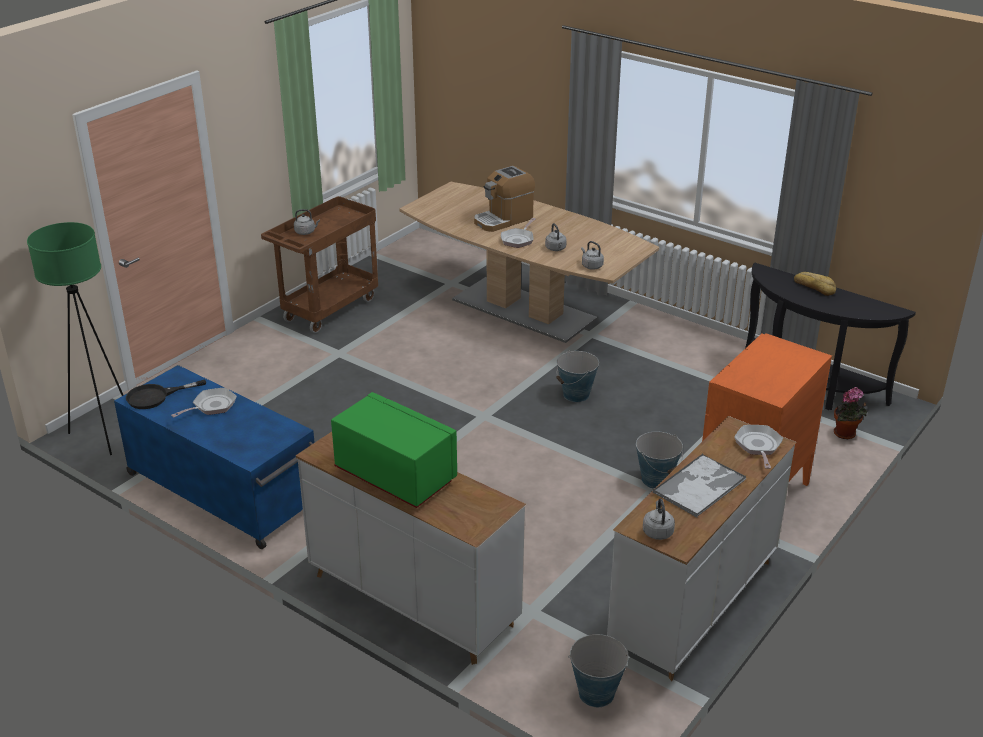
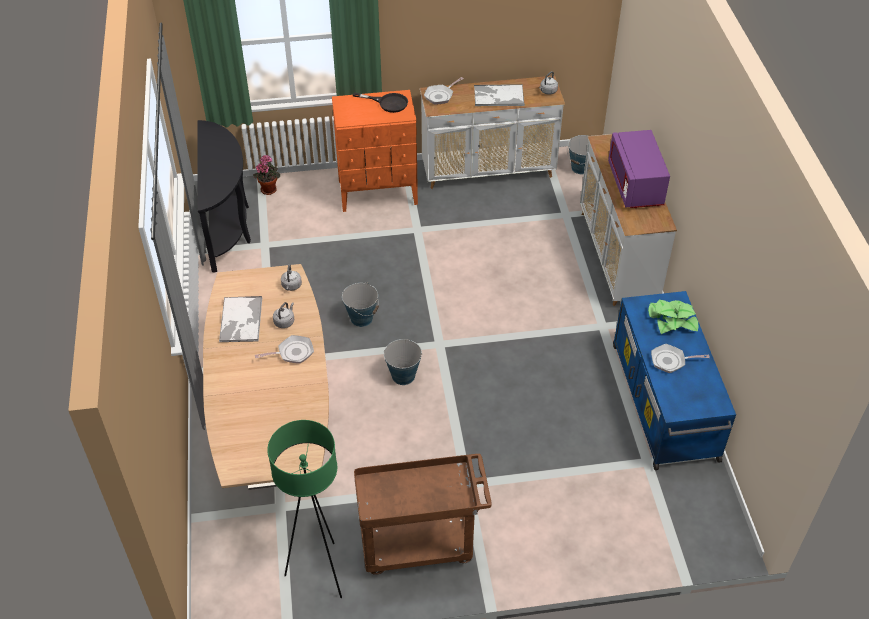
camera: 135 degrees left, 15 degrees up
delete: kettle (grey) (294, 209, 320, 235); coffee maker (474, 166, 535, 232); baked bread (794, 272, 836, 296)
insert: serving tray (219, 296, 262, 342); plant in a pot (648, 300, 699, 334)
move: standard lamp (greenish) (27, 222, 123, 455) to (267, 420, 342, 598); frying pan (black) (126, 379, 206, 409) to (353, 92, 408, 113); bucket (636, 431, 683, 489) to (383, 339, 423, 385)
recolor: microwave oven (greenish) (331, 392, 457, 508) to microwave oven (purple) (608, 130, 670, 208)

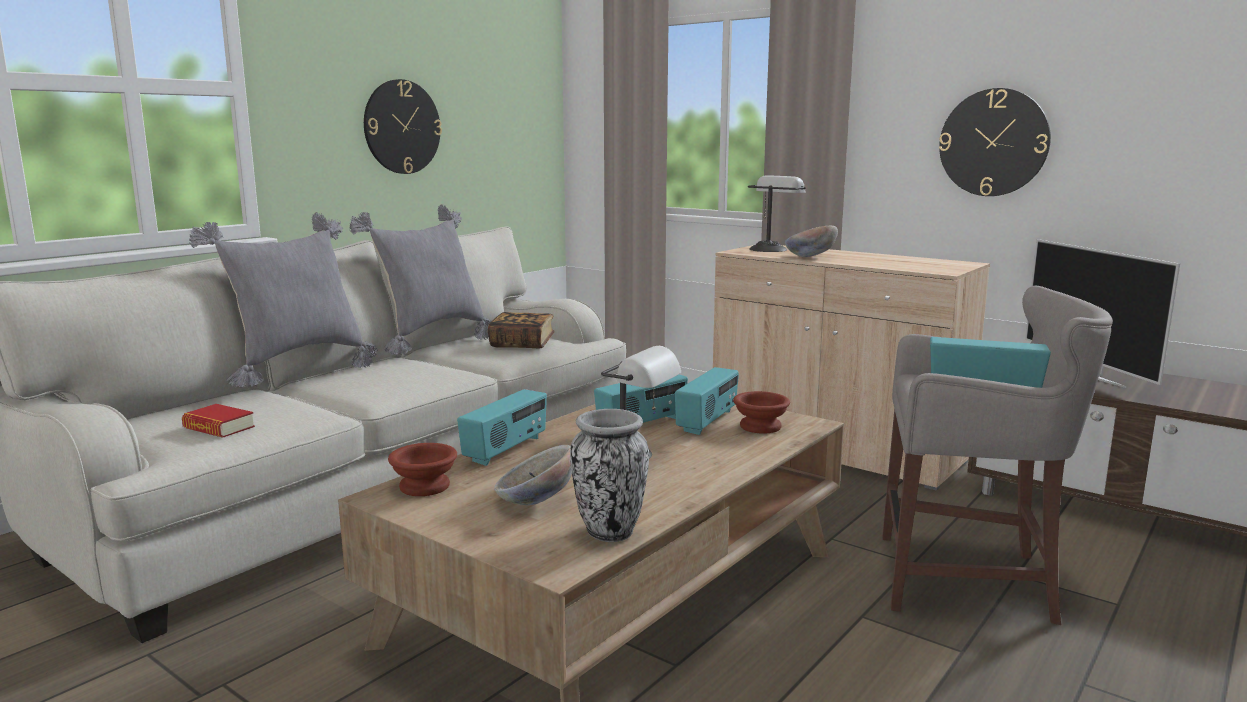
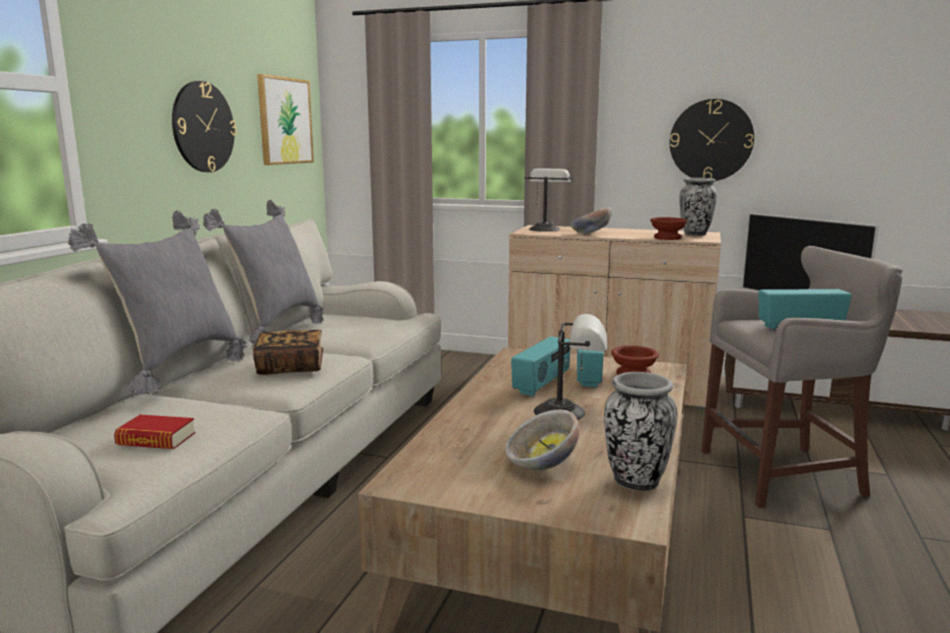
camera: 20 degrees left, 0 degrees up
delete: radio set (457, 389, 547, 466)
insert: wall picture (257, 74, 314, 165); decorative vase (679, 178, 717, 236)
move: serving bowl (brown-coloured) (388, 443, 457, 496) to (650, 217, 688, 240); book (488, 312, 555, 348) to (253, 330, 323, 375)

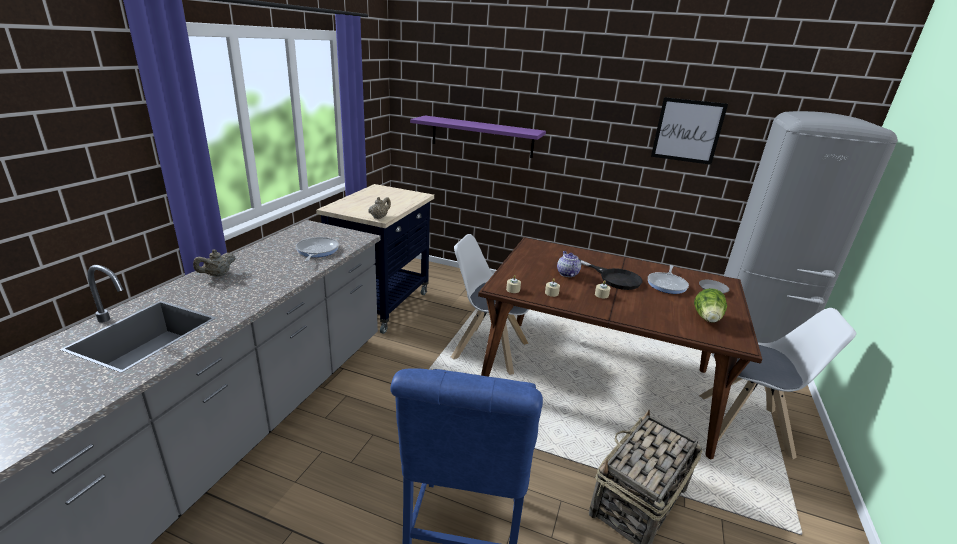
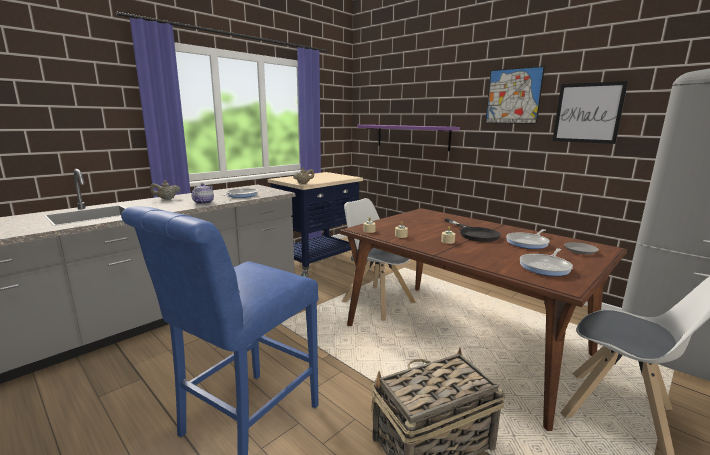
camera: 25 degrees right, 10 degrees down
insert: wall picture (485, 66, 545, 124)
move: teapot (557, 251, 581, 277) to (191, 183, 214, 204)
replace: head of lettuce (694, 288, 727, 323) to frying pan (520, 248, 573, 276)

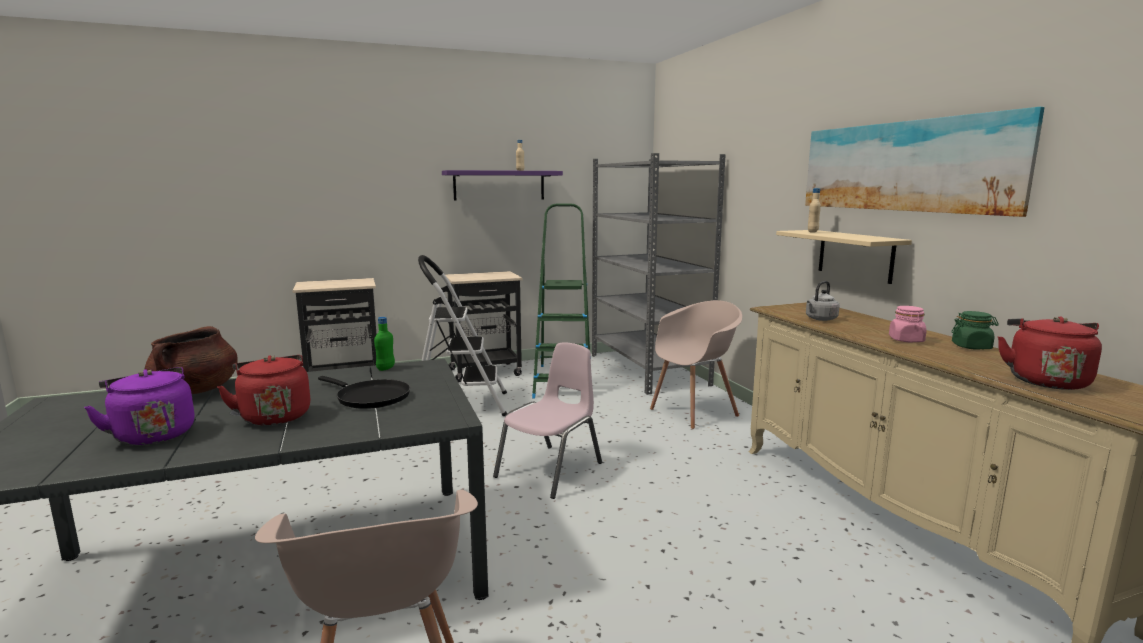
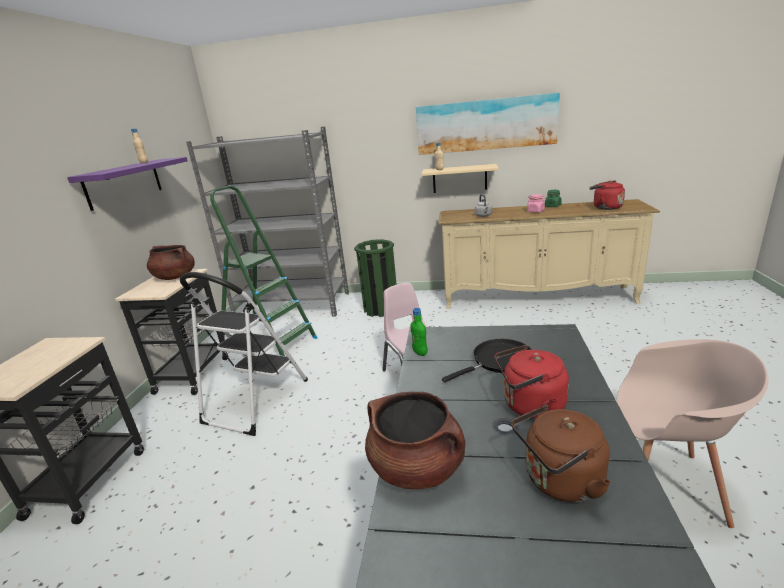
camera: 60 degrees left, 10 degrees up
insert: cooking pot (brown-coloured) (147, 245, 195, 280)
replace: upright chair (sand-coloured) (650, 300, 742, 429) to trash can (greenish) (354, 239, 397, 317)
recolor: kettle (purple) (84, 367, 195, 445) to kettle (brown-coloured) (512, 405, 611, 502)

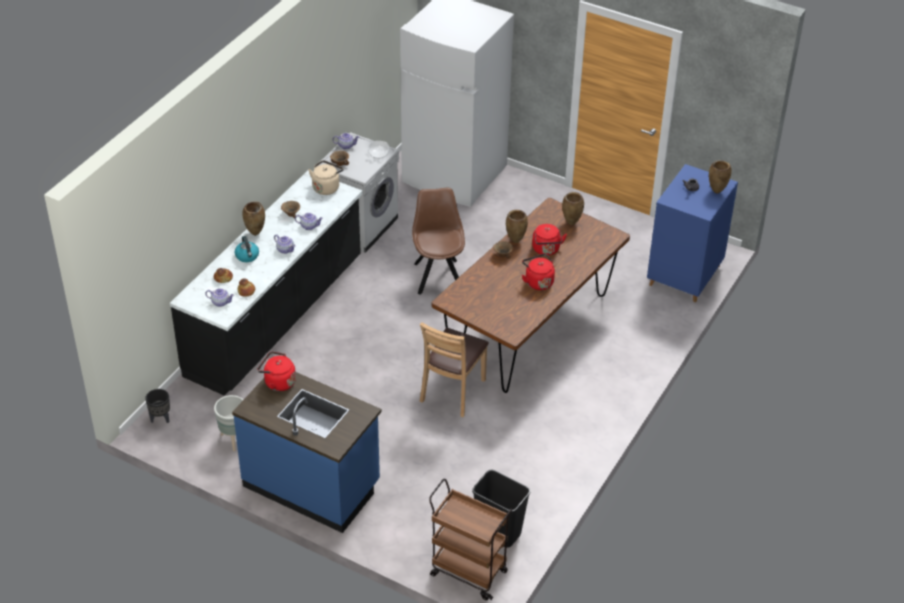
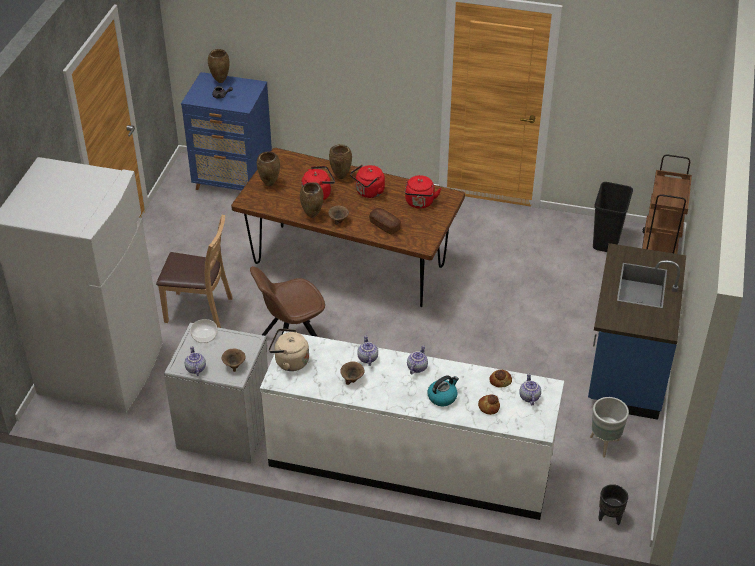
camera: 105 degrees left, 0 degrees up
insert: baked bread (369, 208, 401, 235)
move: decorative vase (brown-coloured) (242, 202, 265, 236) to (329, 144, 352, 179); kettle (reddish) (257, 351, 296, 391) to (405, 175, 441, 208); upright chair (brown-coloured) (420, 322, 489, 417) to (156, 215, 233, 328)
recolor: kitchen counter (black) (170, 170, 362, 396) to kitchen counter (whitish) (260, 331, 564, 520)

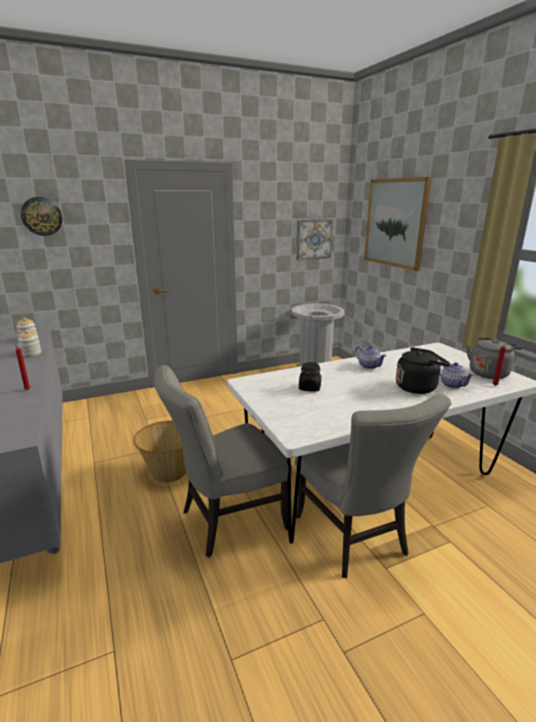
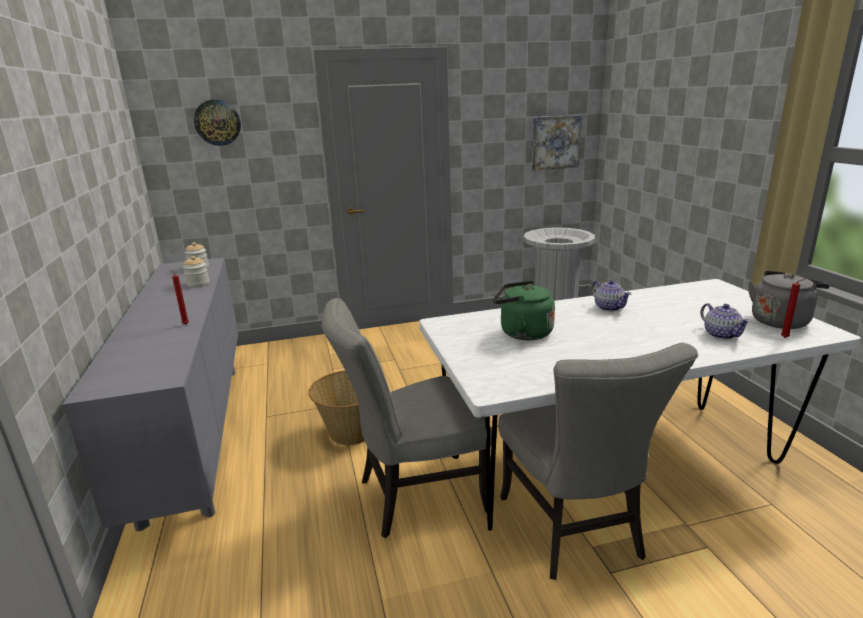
camera: 10 degrees right, 0 degrees up
delete: wall picture (364, 177, 432, 271); kettle (black) (396, 347, 451, 394)
replace: jar (black) (299, 362, 321, 392) to kettle (greenish) (493, 280, 555, 340)

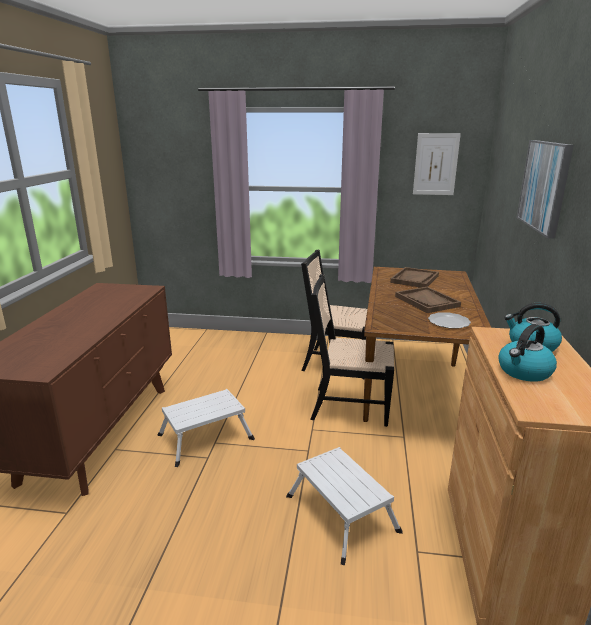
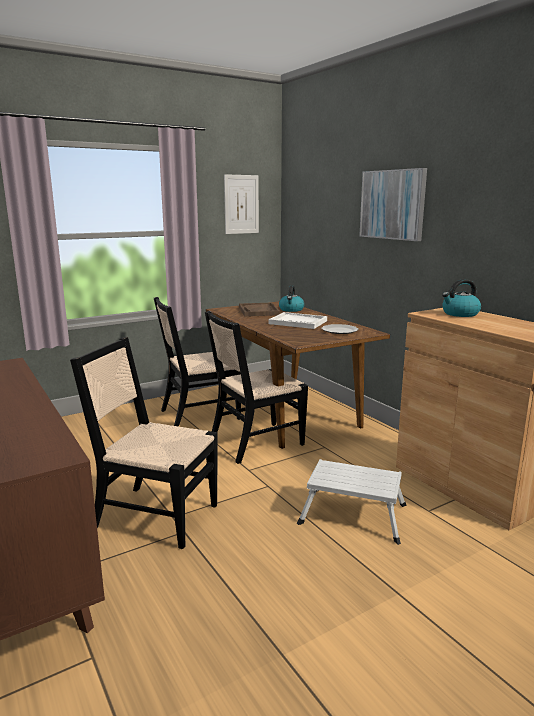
camera: 40 degrees left, 5 degrees down
move: kettle (498, 324, 557, 382) to (279, 285, 304, 312)
replace: step ladder (whitish) (157, 389, 255, 467) to upright chair (70, 337, 218, 549)
recolor: serving tray (brown-coloured) (395, 287, 461, 313) to serving tray (whitish) (269, 312, 327, 329)

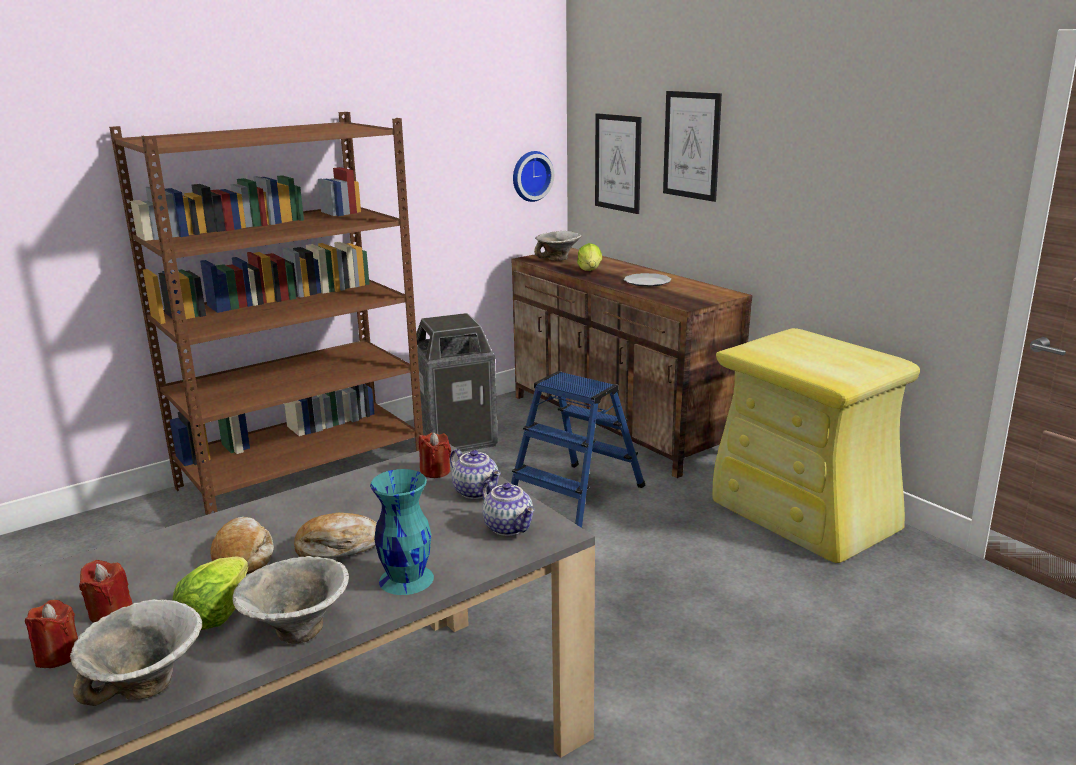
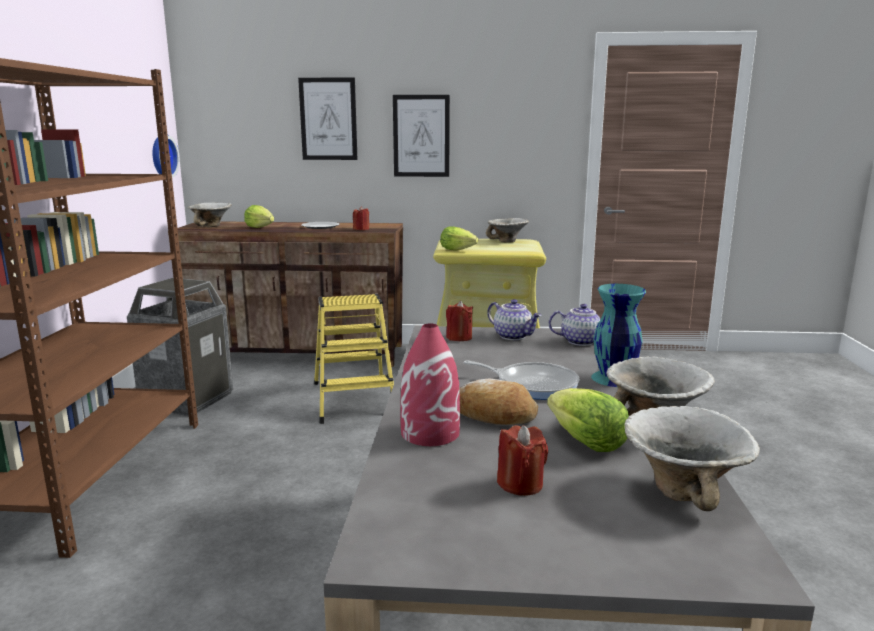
camera: 50 degrees left, 5 degrees down
insert: decorative vase (reddish) (400, 323, 460, 446); head of lettuce (440, 226, 478, 250); serving bowl (486, 218, 529, 243)
move: candle (reddish) (25, 600, 78, 668) to (353, 206, 369, 230); wall picture (595, 113, 641, 214) to (393, 95, 450, 177)
replace: baked bread (294, 513, 377, 559) to frying pan (464, 361, 579, 400)
recolor: step ladder (bluish) (511, 371, 645, 528) to step ladder (yellow-coloured) (314, 294, 394, 424)
rotate: teapot (450, 449, 501, 499) = (487, 299, 541, 340) 45 degrees clockwise

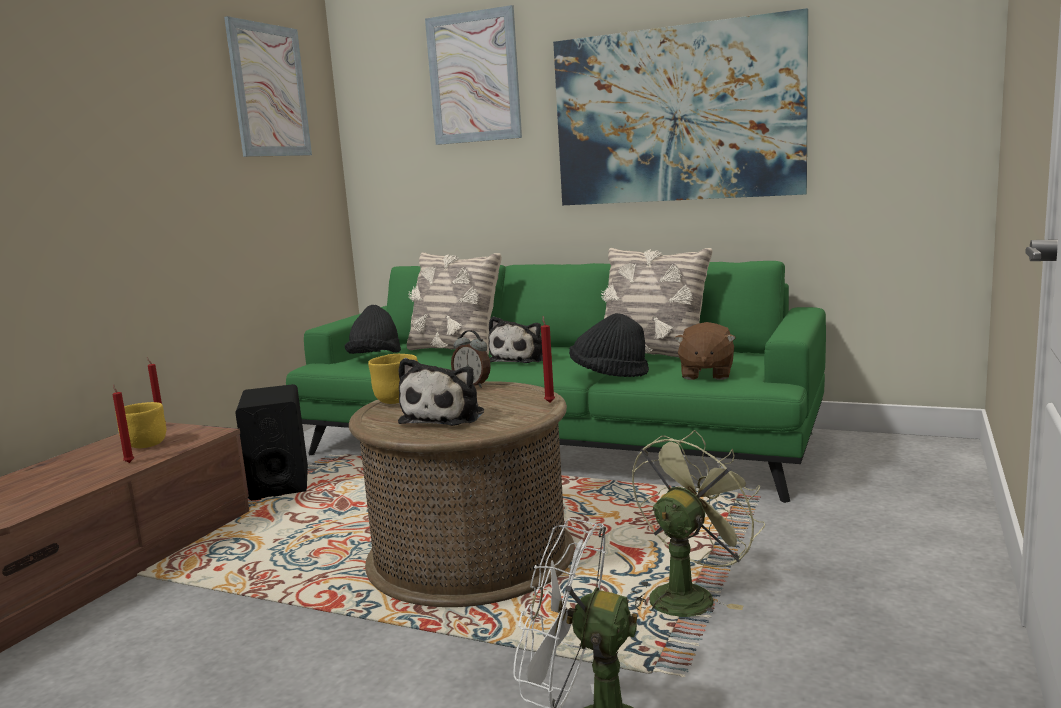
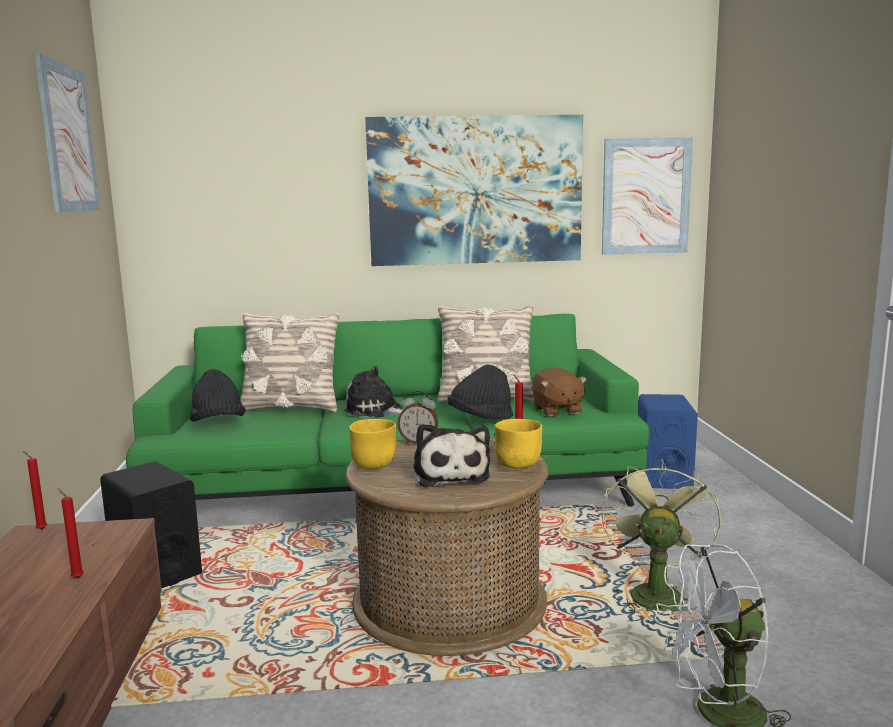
camera: 30 degrees left, 0 degrees up
insert: speaker (bluish) (638, 394, 698, 489)
move: serving bowl (yellow-coloured) (115, 402, 166, 448) to (495, 419, 542, 469); wall picture (425, 5, 522, 145) to (602, 137, 693, 255)
rotate: cuddly toy (488, 316, 543, 363) = (344, 365, 403, 418) 120 degrees clockwise

